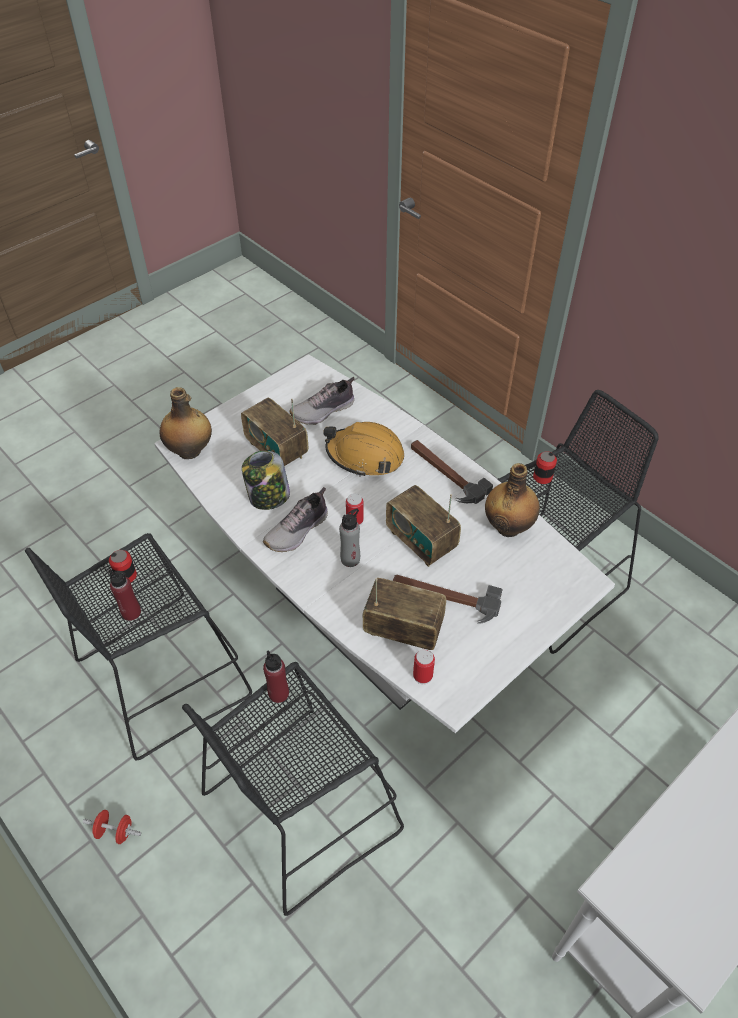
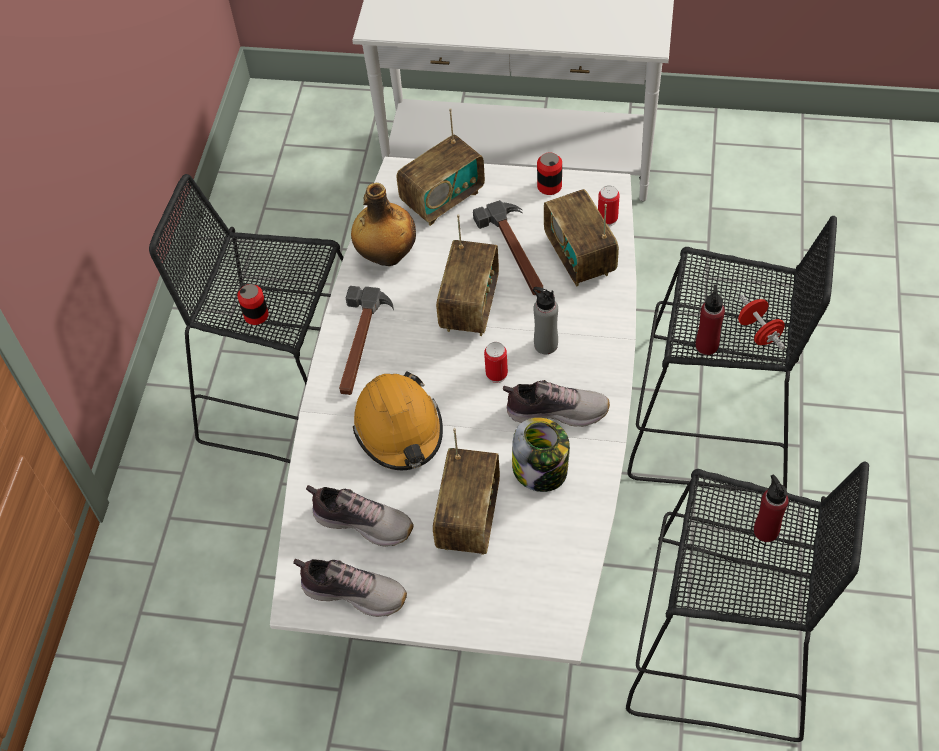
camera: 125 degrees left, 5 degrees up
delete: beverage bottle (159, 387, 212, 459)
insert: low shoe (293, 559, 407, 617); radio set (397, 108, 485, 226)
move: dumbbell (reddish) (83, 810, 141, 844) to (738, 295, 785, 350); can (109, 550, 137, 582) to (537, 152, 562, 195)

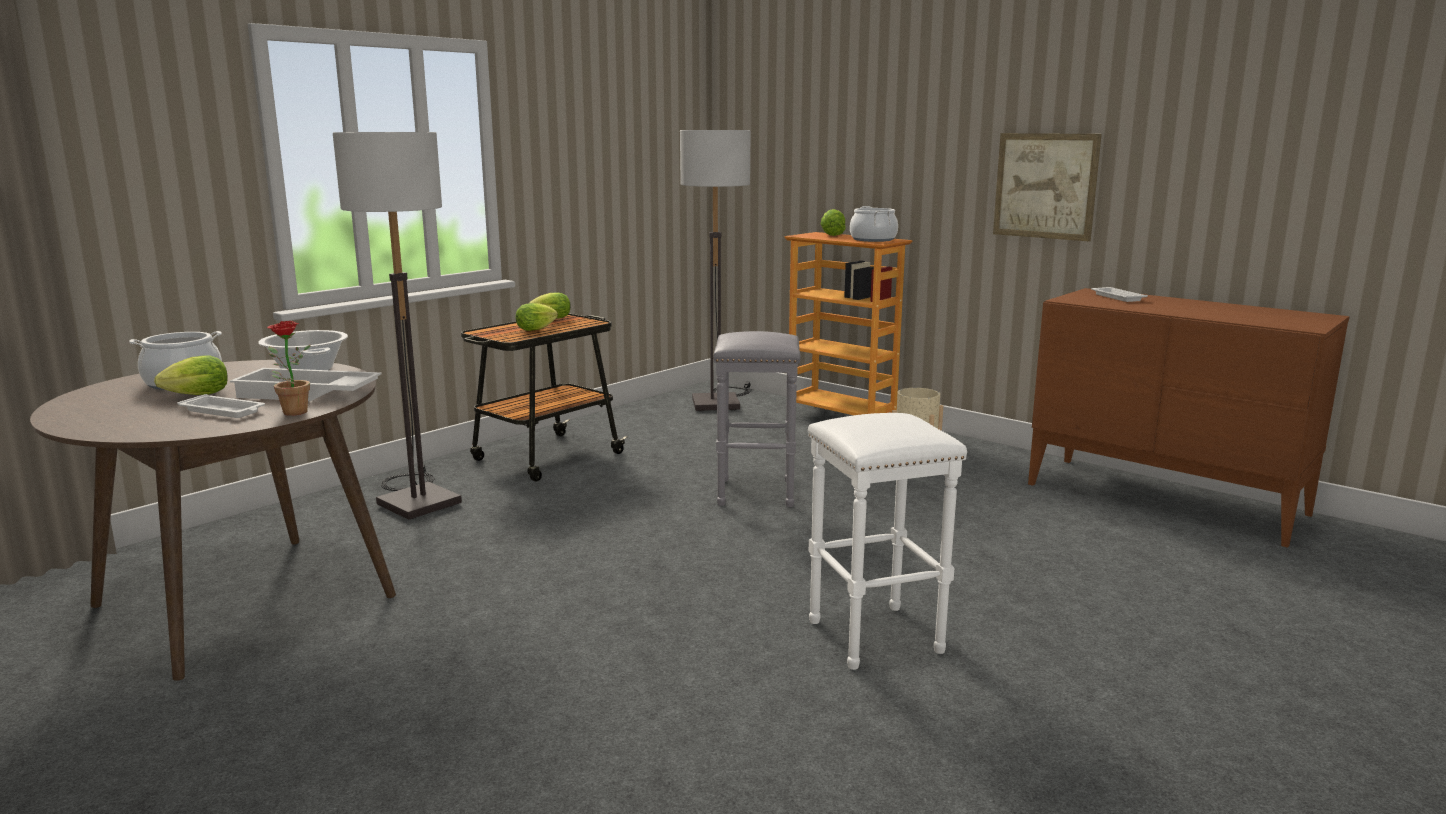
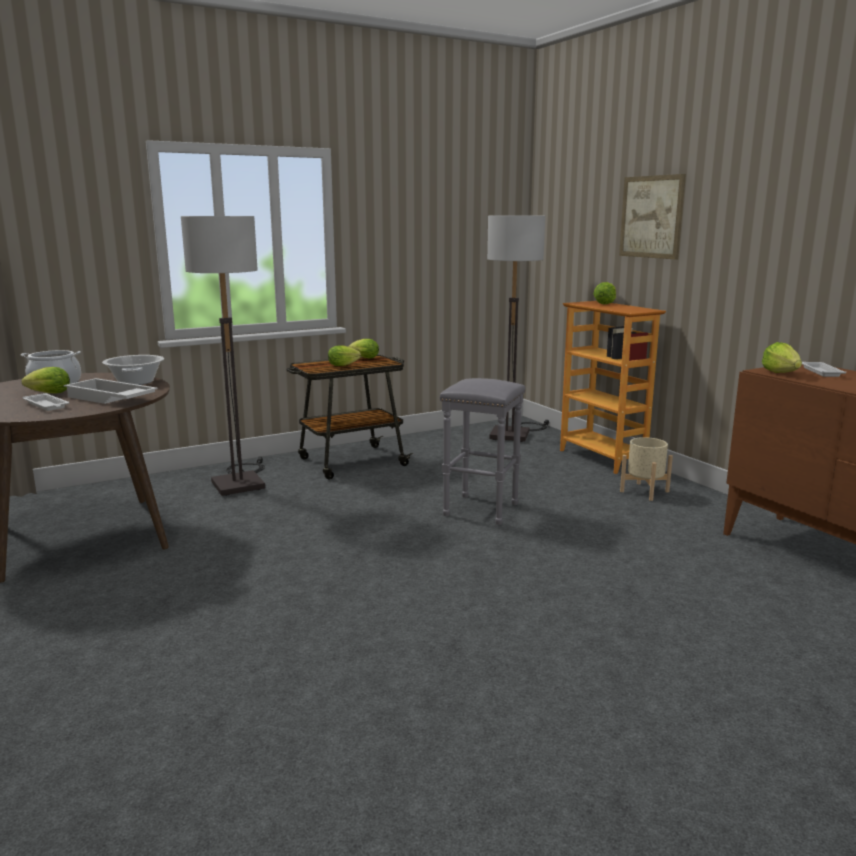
camera: 20 degrees right, 0 degrees up
delete: plant in a pot (267, 321, 311, 416); stool (whitish) (808, 413, 967, 670); cooking pot (850, 206, 898, 242)
insert: head of lettuce (762, 342, 802, 373)
move: wall picture (993, 133, 1102, 241) to (619, 174, 686, 259)

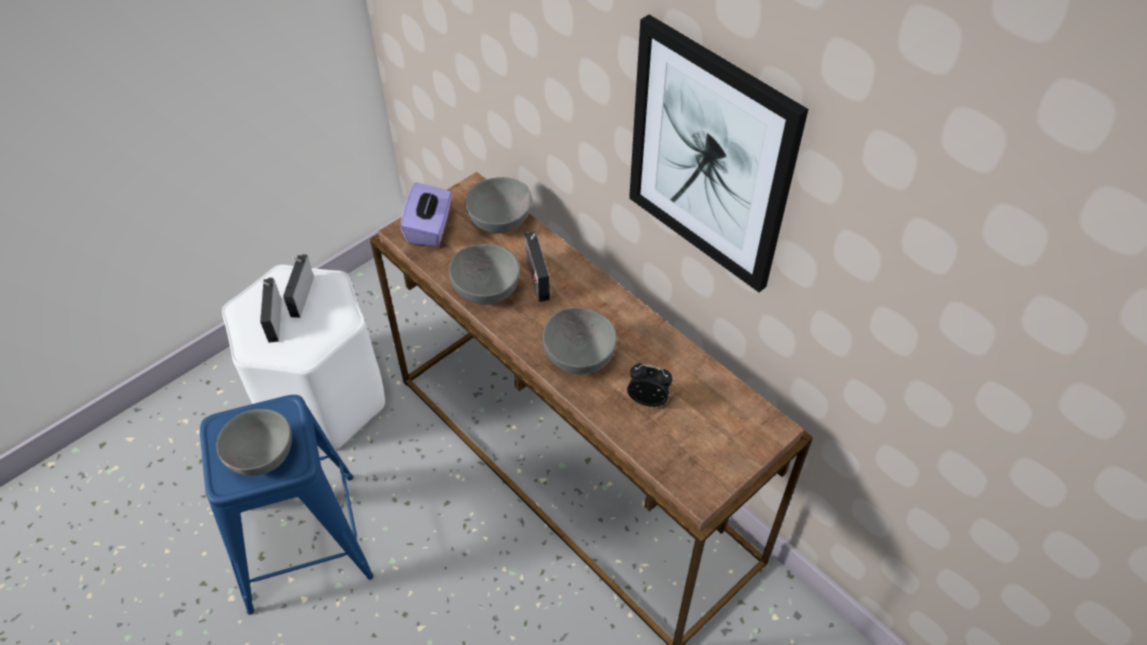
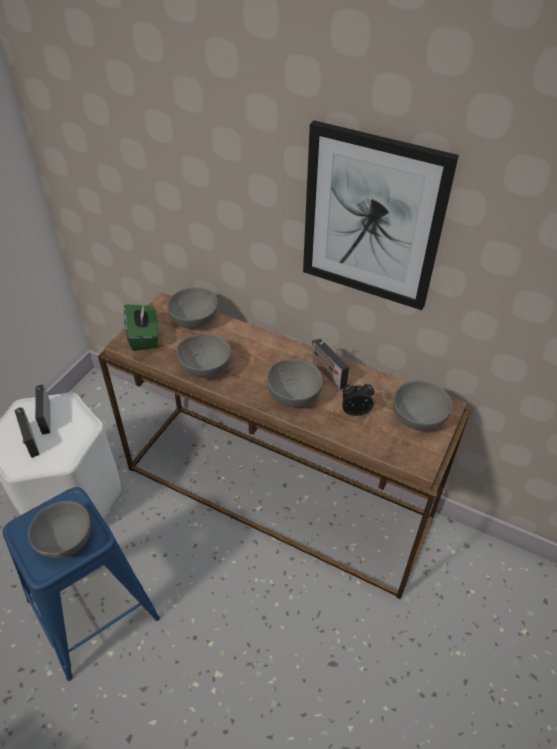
camera: 20 degrees left, 5 degrees down
insert: serving bowl (grey) (393, 381, 452, 430)
move: radio set (525, 231, 550, 302) to (312, 338, 349, 390)
recolor: tissue box (purple) (400, 182, 452, 247) to tissue box (greenish) (124, 303, 158, 351)

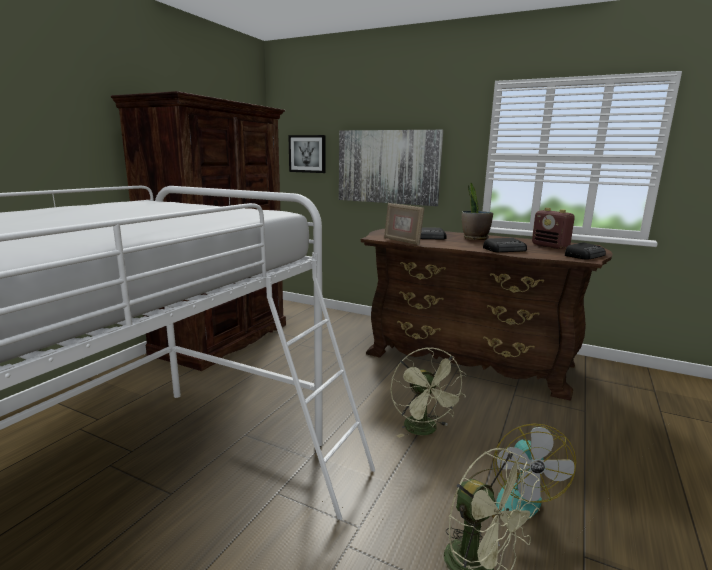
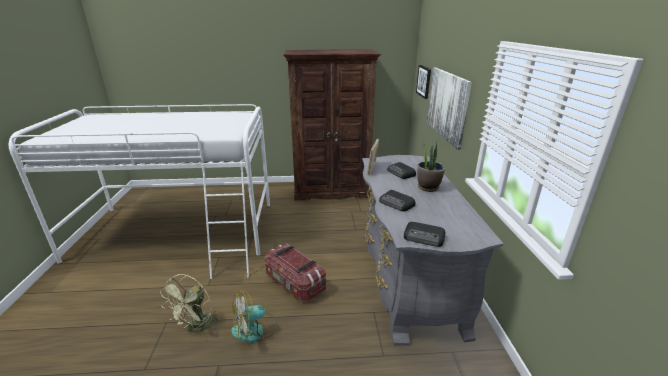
camera: 60 degrees right, 10 degrees up
delete: radio set (532, 208, 575, 249)
replace: electric fan (greenish) (390, 348, 467, 438) to storage bin (264, 243, 326, 301)
recolor: dresser (brown-coloured) (360, 229, 613, 401) to dresser (grey) (362, 155, 504, 346)

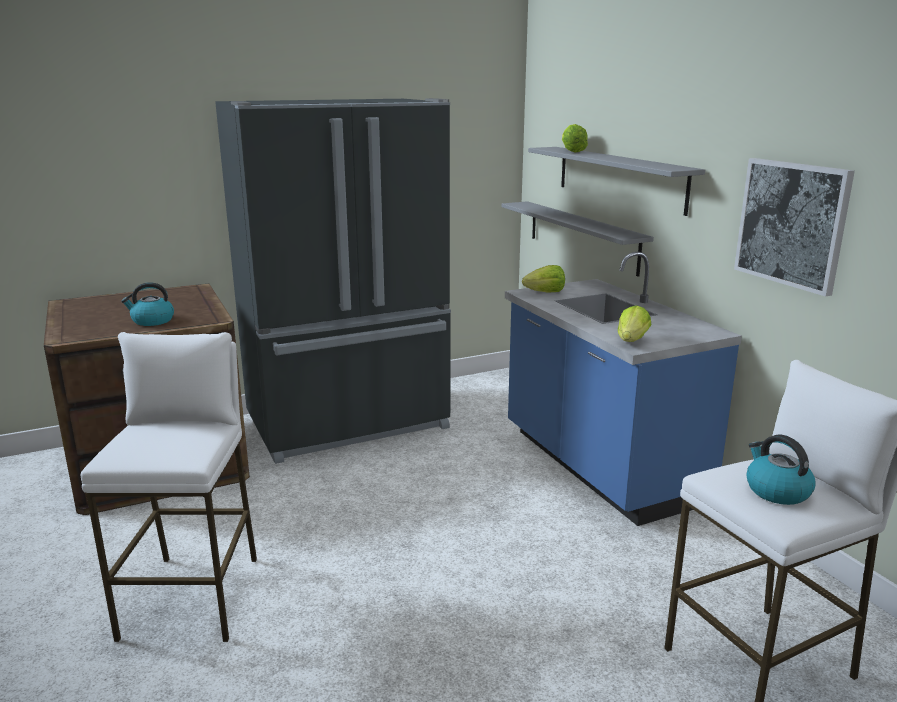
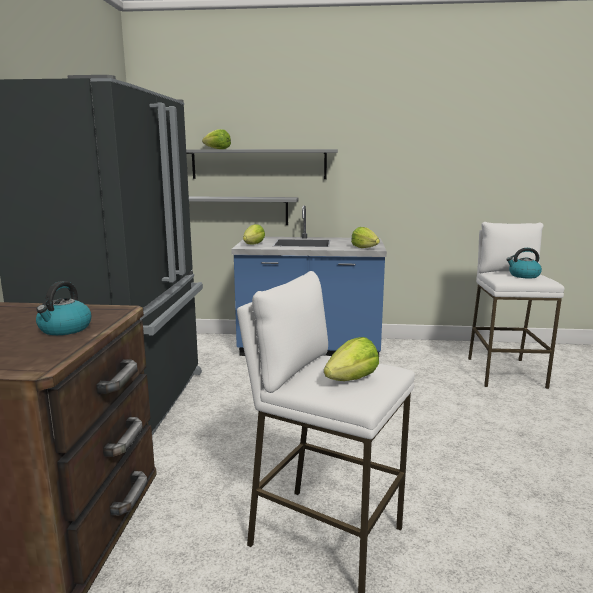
camera: 60 degrees left, 5 degrees down
delete: wall picture (734, 158, 855, 297)
insert: head of lettuce (324, 337, 379, 381)

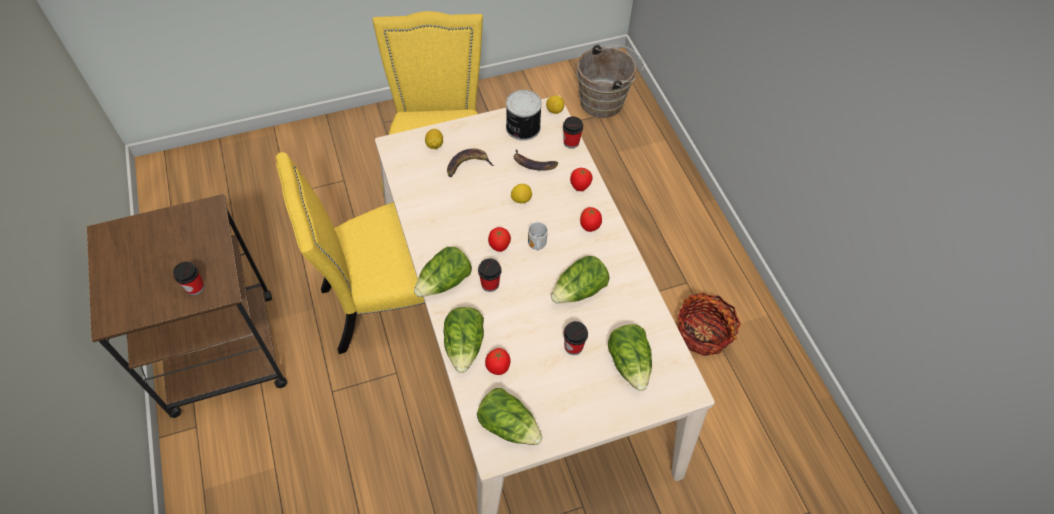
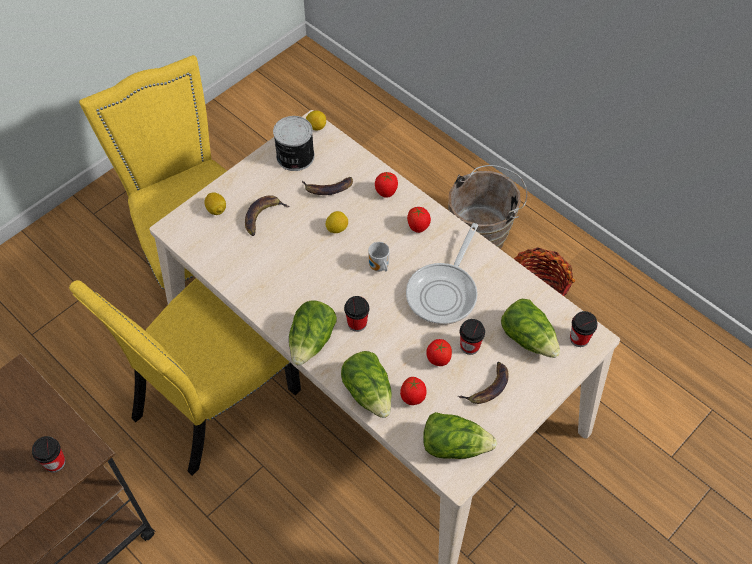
camera: 25 degrees left, 0 degrees up
insert: whole banana (458, 362, 509, 404)
move: whole tomato (488, 227, 511, 252) to (426, 339, 452, 366); cup (563, 116, 583, 149) to (570, 311, 598, 347); bucket (brown-coloured) (577, 44, 644, 118) to (448, 165, 527, 249)
replace: head of lettuce (551, 256, 610, 303) to frying pan (406, 223, 479, 325)

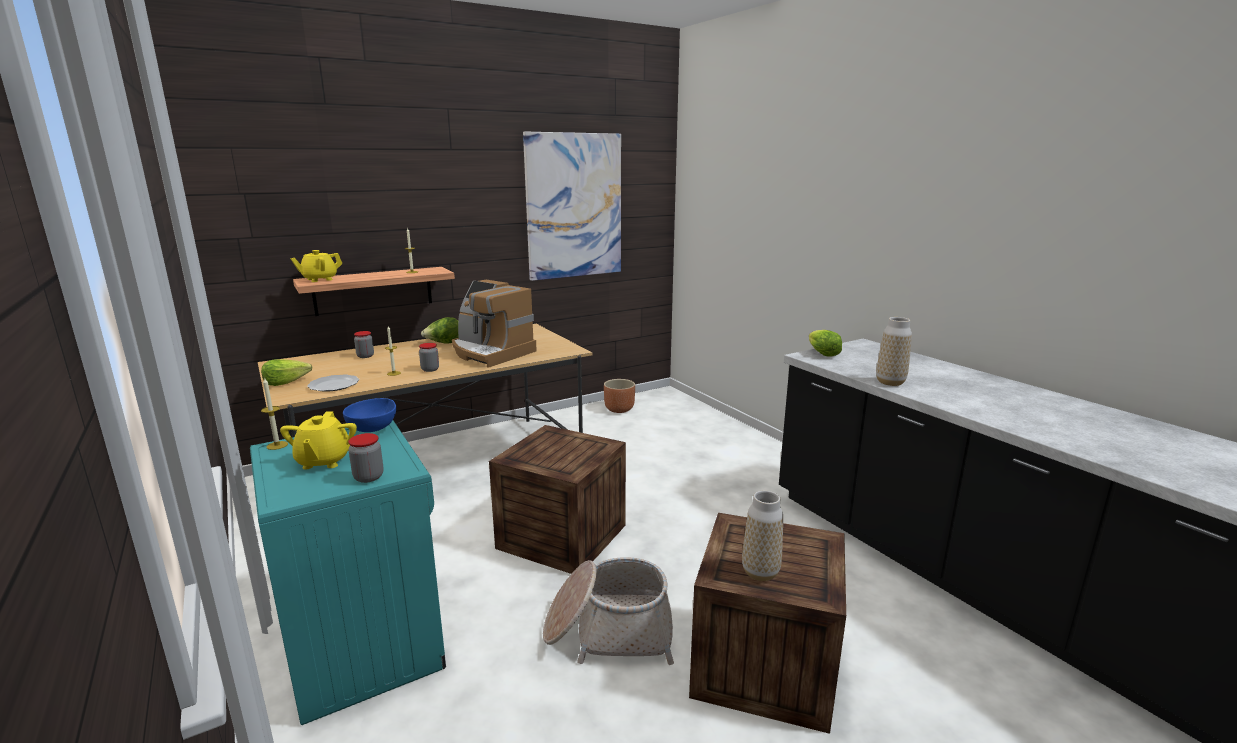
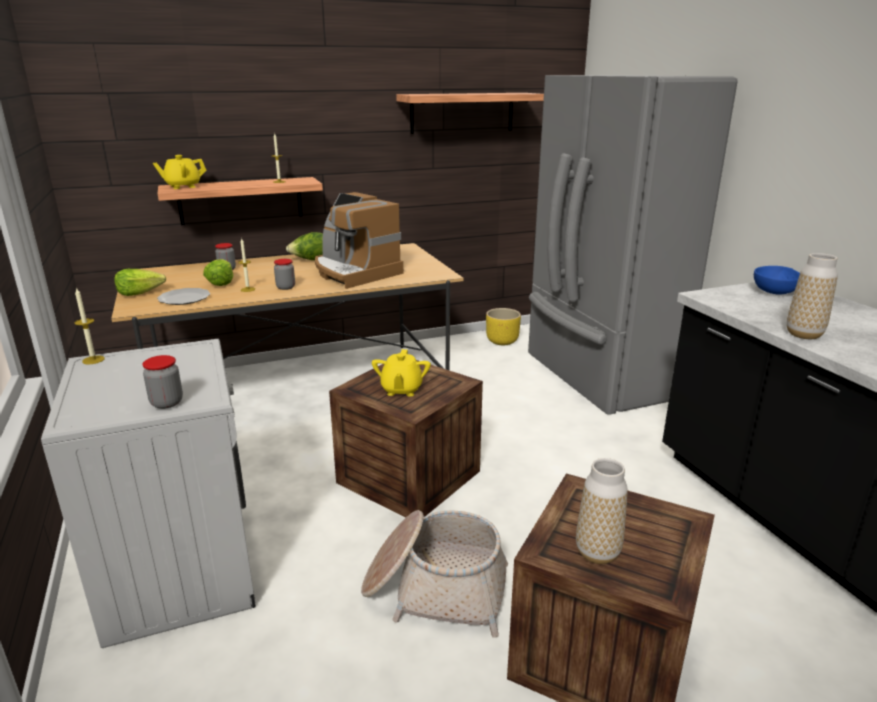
camera: 10 degrees right, 5 degrees up
insert: refrigerator (grey) (528, 75, 738, 415)
move: teapot (yellow-coloured) (280, 411, 357, 469) to (372, 349, 431, 396); serving bowl (bluish) (343, 398, 396, 432) to (754, 266, 800, 294); head of lettuce (809, 330, 842, 357) to (203, 259, 234, 286)
replace: wall picture (523, 132, 621, 281) to wall shelf (396, 93, 544, 134)
recolor: laundry machine (blue-green) (250, 420, 446, 725) to laundry machine (whitish) (41, 339, 256, 648); planter (brown-coloured) (604, 379, 635, 413) to planter (yellow-coloured) (486, 308, 521, 345)

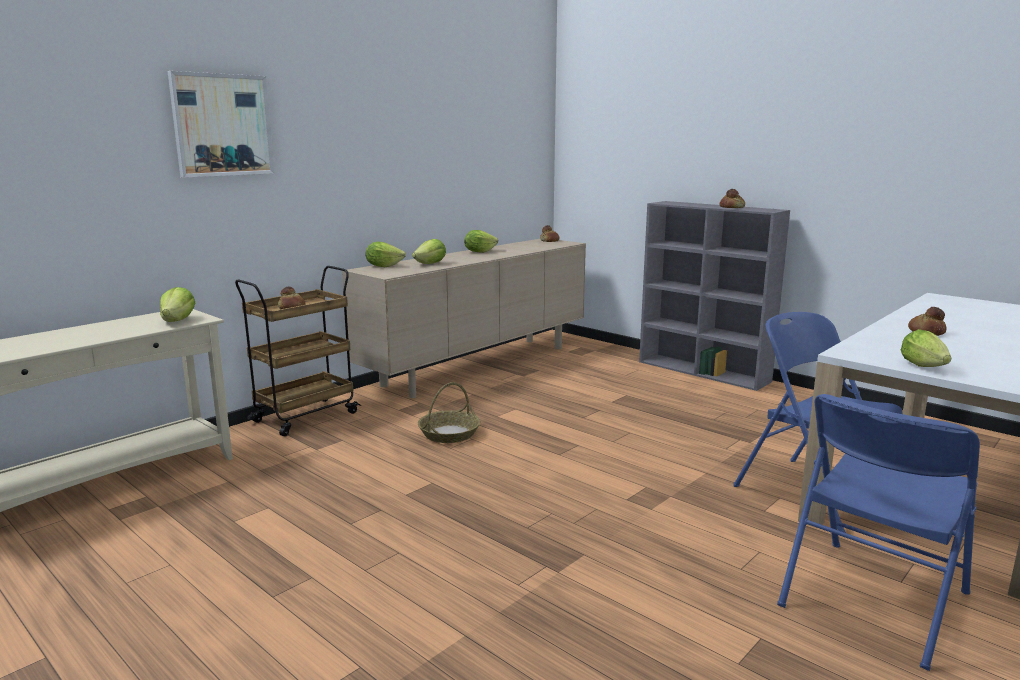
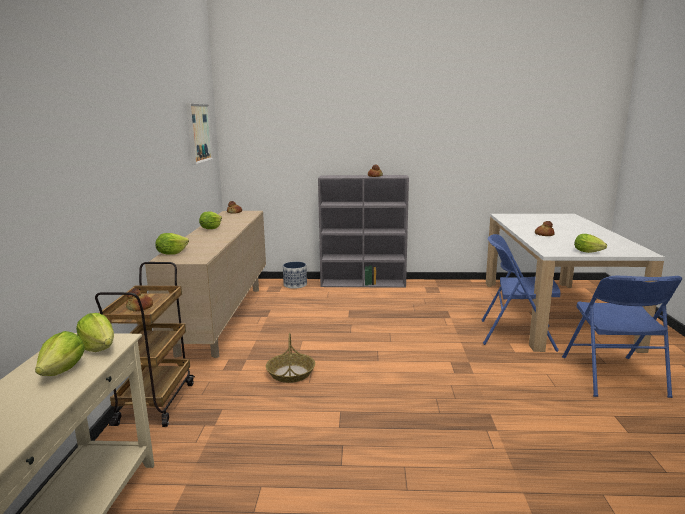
camera: 40 degrees left, 0 degrees up
insert: planter (283, 262, 307, 289)
move: wall picture (168, 71, 275, 178) to (187, 104, 213, 164); head of lettuce (412, 239, 446, 264) to (35, 331, 85, 376)

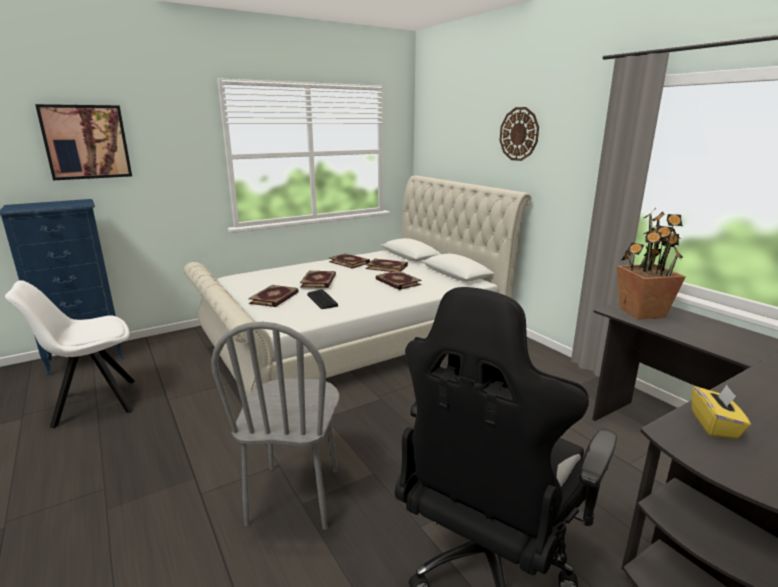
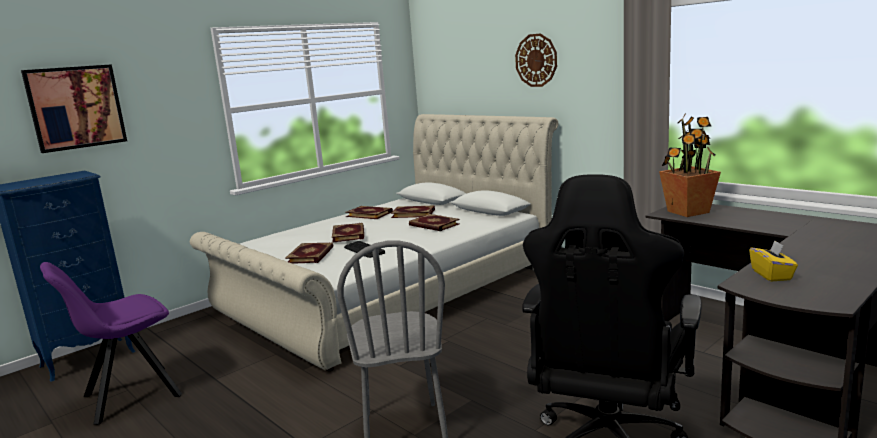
camera: 10 degrees left, 5 degrees down
recolor: upright chair (whitish) (5, 280, 135, 428) to upright chair (purple) (40, 262, 182, 425)

